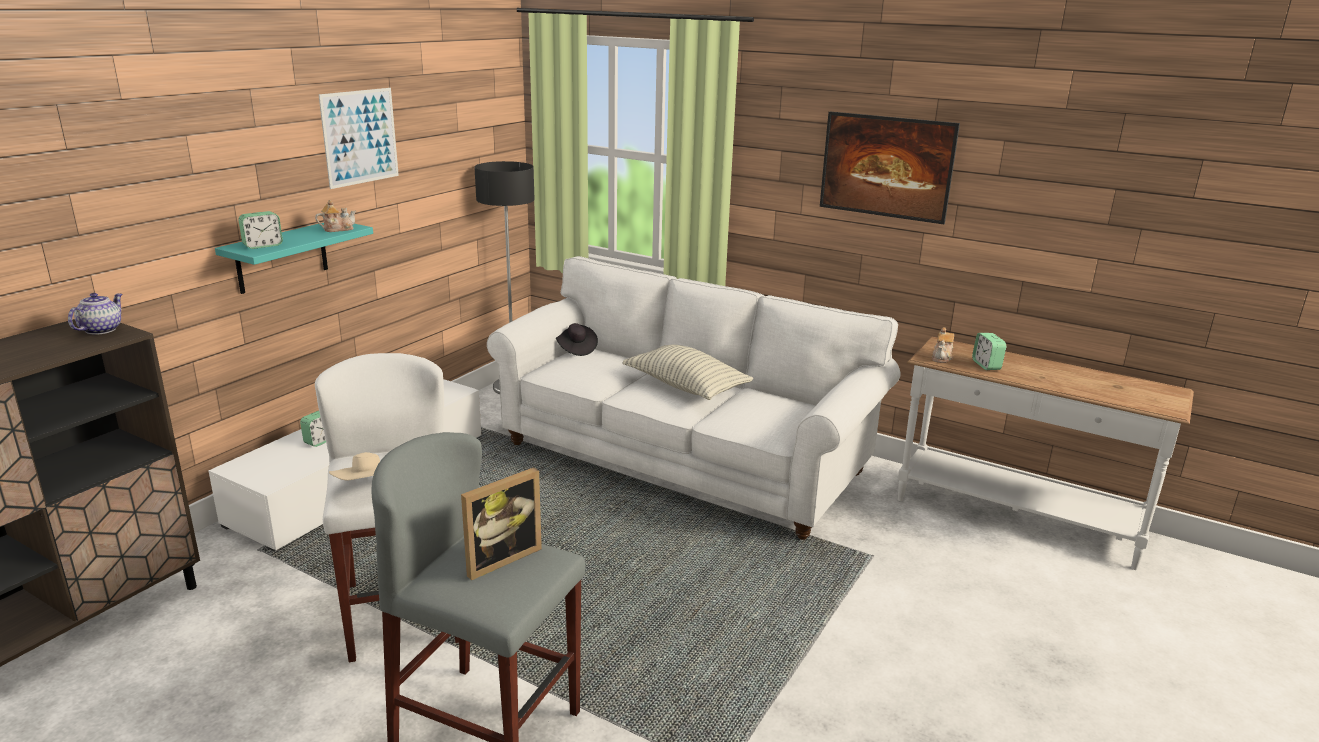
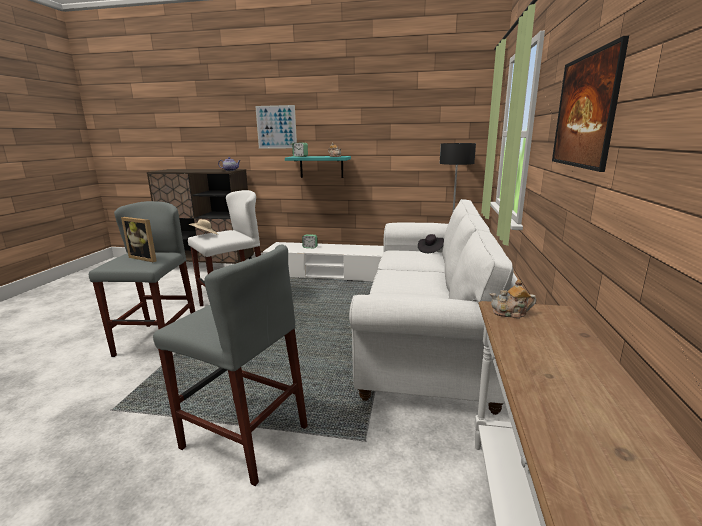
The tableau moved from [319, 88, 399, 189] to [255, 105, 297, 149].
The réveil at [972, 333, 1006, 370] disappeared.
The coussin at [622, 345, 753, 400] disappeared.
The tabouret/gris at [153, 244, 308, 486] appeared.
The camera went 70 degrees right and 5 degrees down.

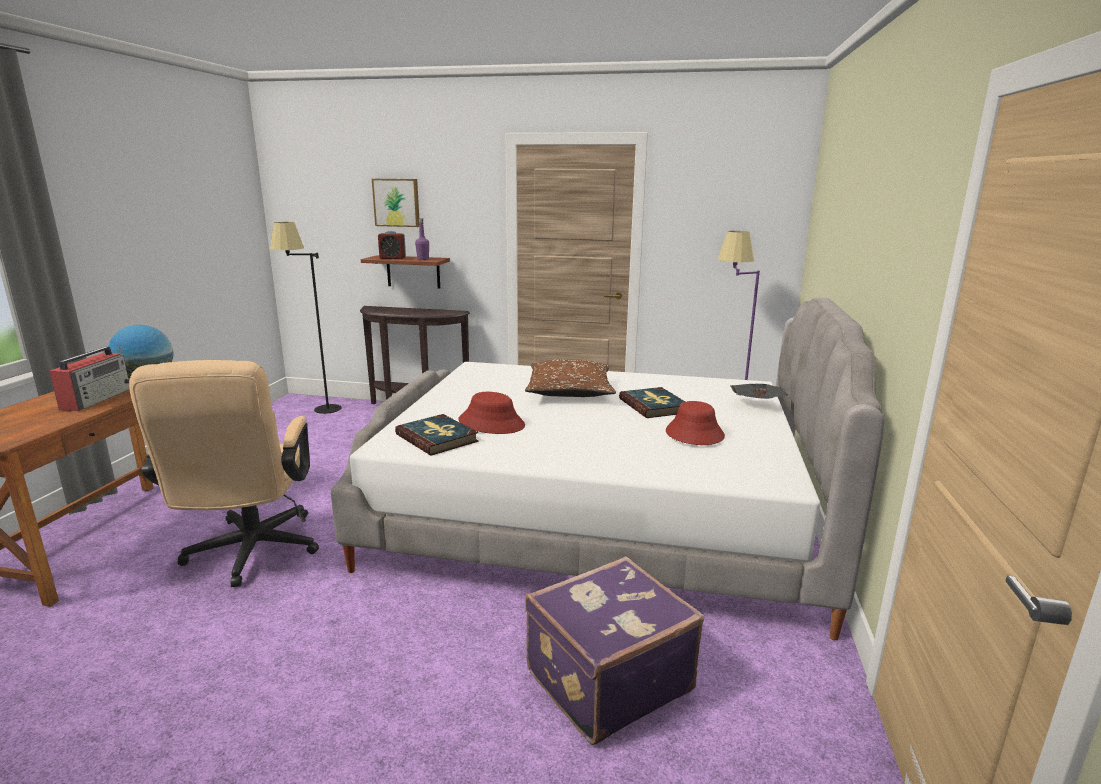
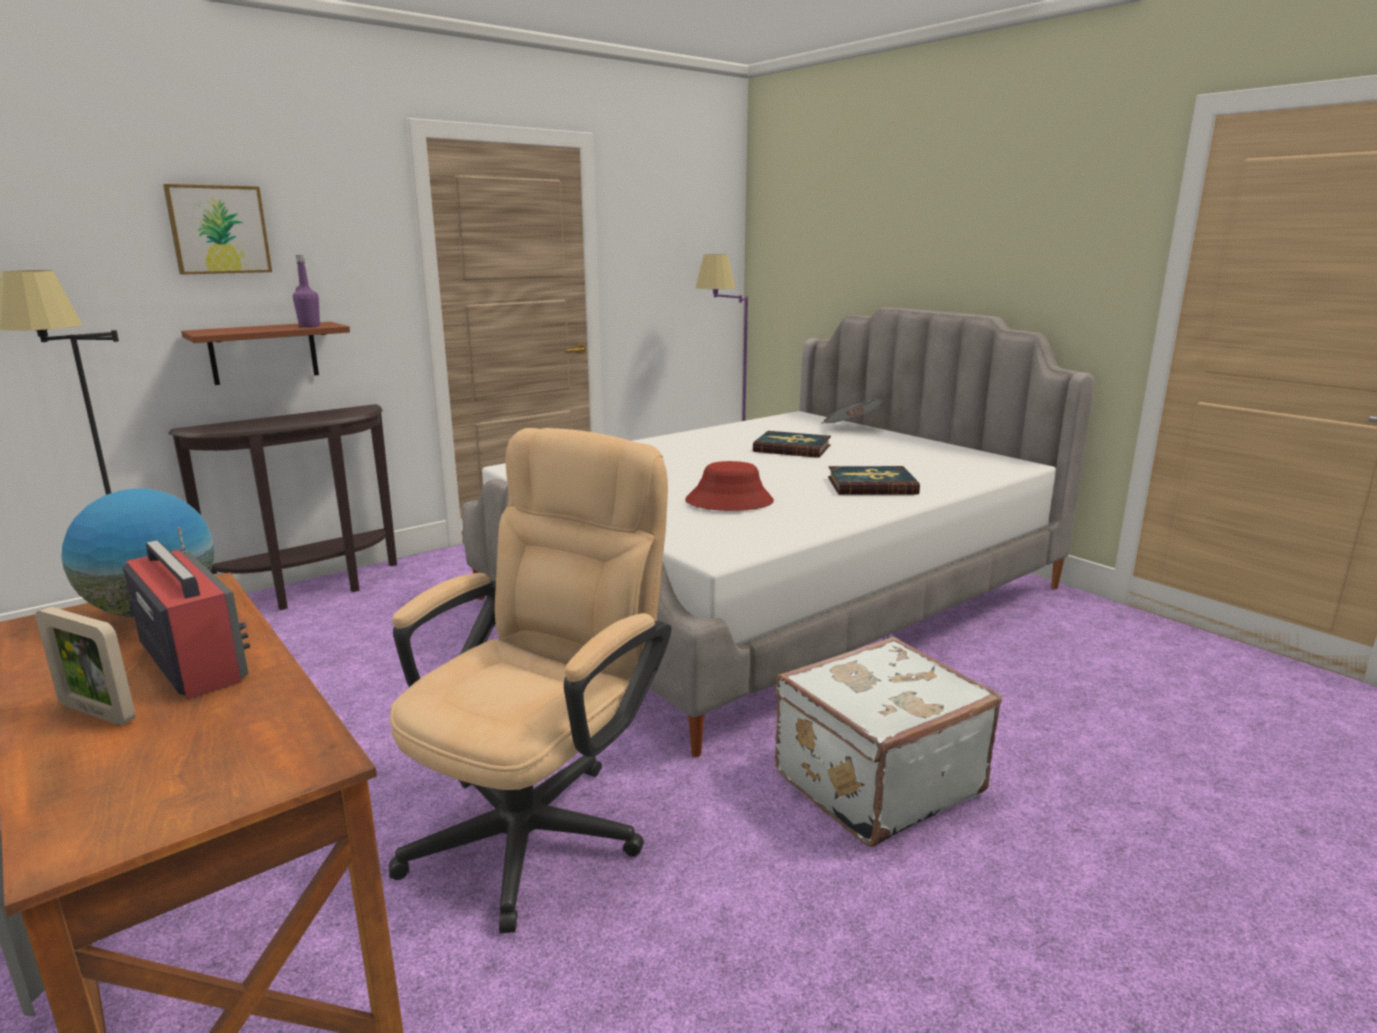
The réveil at [378, 231, 406, 259] disappeared.
The coussin/marron at [525, 359, 616, 397] disappeared.
The chaise de bureau/beige at [129, 360, 319, 587] turned 90 degrees counterclockwise.
The chapeau/rouge at [666, 401, 725, 445] disappeared.
The livre moved from [395, 414, 479, 456] to [828, 466, 920, 495].
The valise/violet at [525, 556, 704, 745] disappeared.
The cadre photo at [35, 607, 135, 725] appeared.
The valise/blanc at [775, 636, 1002, 847] appeared.
The camera went 50 degrees left and 0 degrees up.

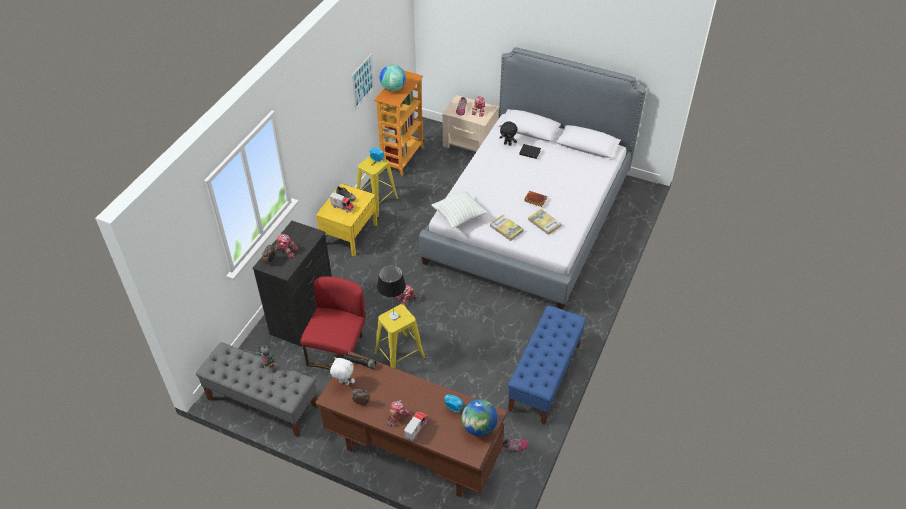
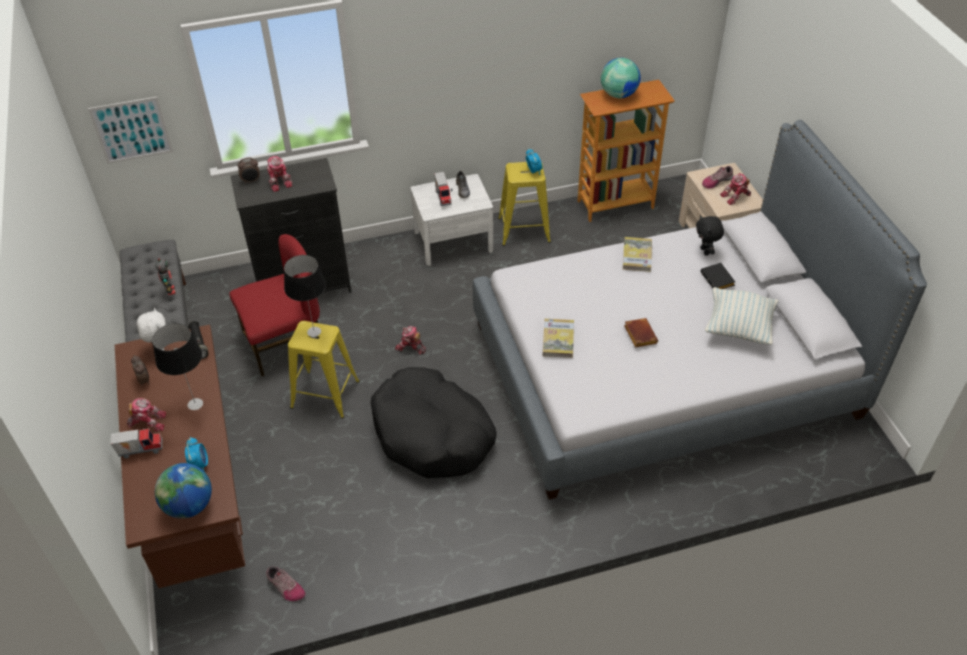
The tableau moved from [351, 53, 375, 110] to [88, 97, 173, 164].
The table de chevet/jaune at [316, 184, 378, 256] became the table de chevet/blanc at [411, 174, 493, 266].
The coussin moved from [432, 190, 487, 228] to [705, 287, 778, 345].
The livre moved from [528, 209, 562, 235] to [623, 237, 652, 272].
The banc/bleu at [508, 306, 586, 425] disappeared.
The lampe de table at [152, 323, 203, 410] appeared.
The panier pour chien/noir at [371, 367, 497, 478] appeared.
The camera went 50 degrees right and 0 degrees up.

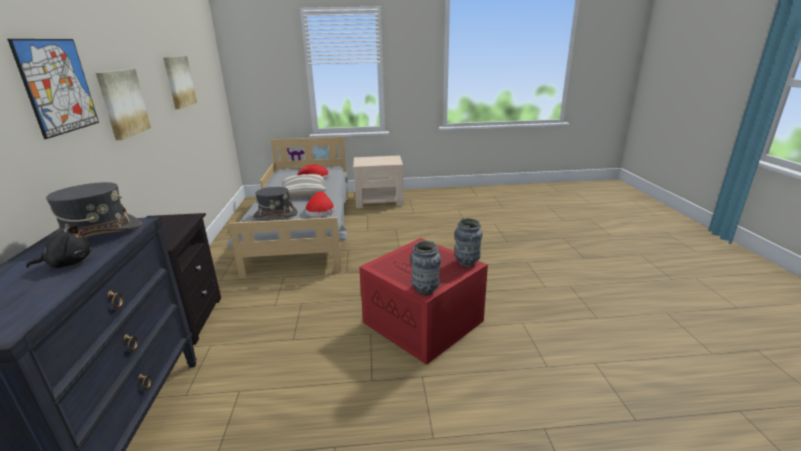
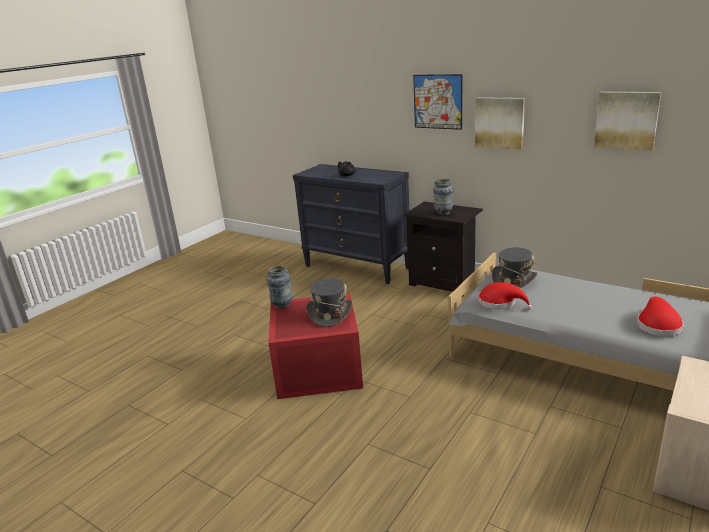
The coussin at [282, 174, 326, 197] disappeared.
The chapeau/gris moved from [46, 182, 142, 237] to [306, 278, 353, 327].
The vase moved from [455, 218, 483, 267] to [433, 179, 453, 215].
The camera went 130 degrees right and 0 degrees up.

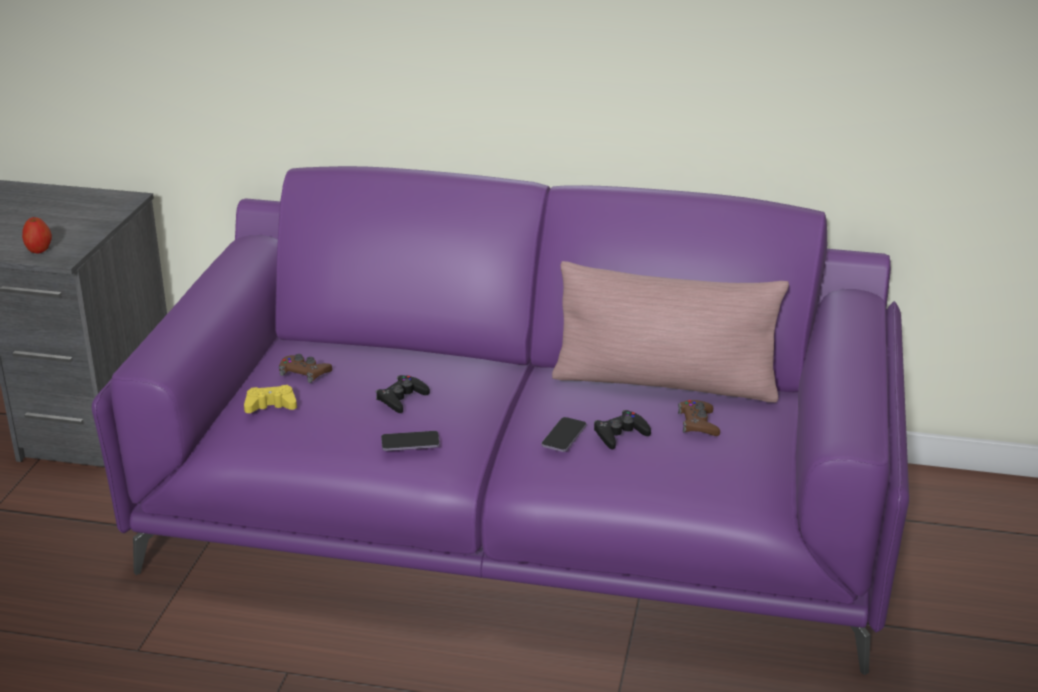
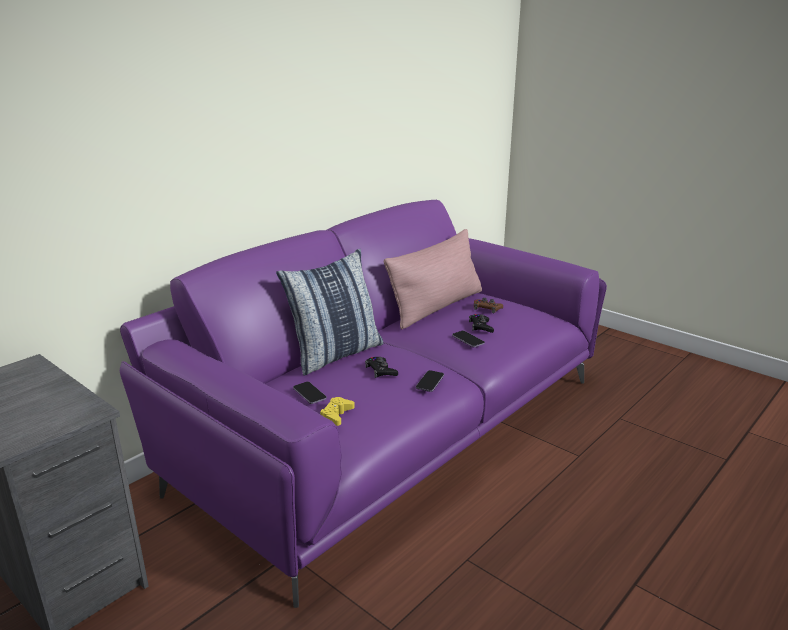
The pomme at [22, 217, 52, 253] disappeared.
The manette/marron at [279, 354, 332, 383] was replaced by the téléphone at [293, 382, 327, 404].
The coussin at [276, 249, 383, 375] appeared.
The camera went 60 degrees left and 5 degrees down.

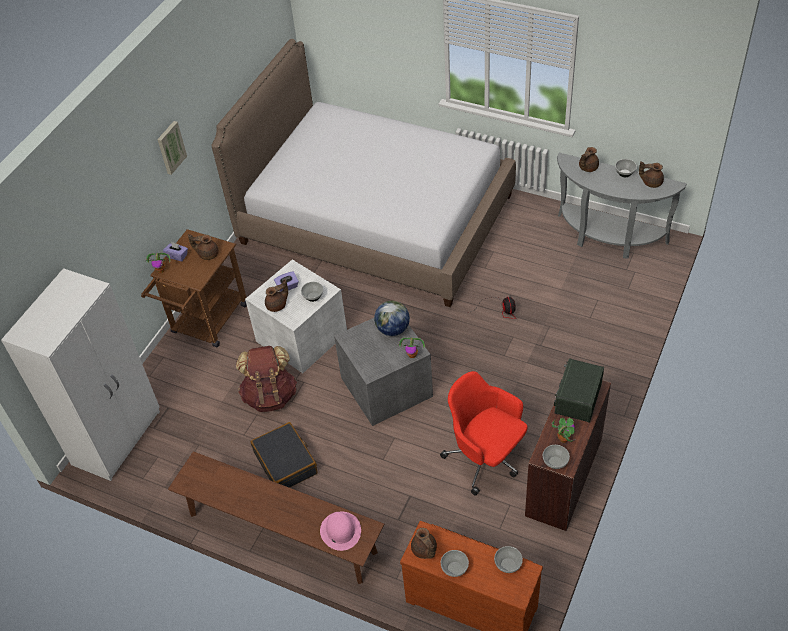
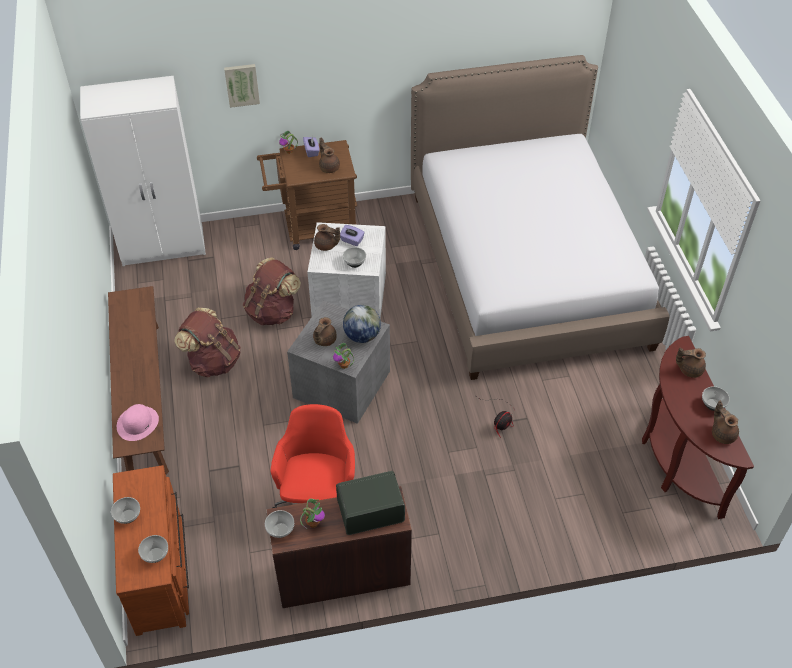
The tableau moved from [157, 121, 187, 175] to [224, 64, 260, 108].
The table console/gris at [557, 153, 687, 259] became the table console/marron at [642, 336, 754, 519].
The valise/noir at [251, 422, 318, 488] was replaced by the sac à dos/marron at [174, 308, 241, 378].
The théière/marron moved from [411, 528, 437, 559] to [313, 317, 337, 346].
The camera went 50 degrees right and 0 degrees up.

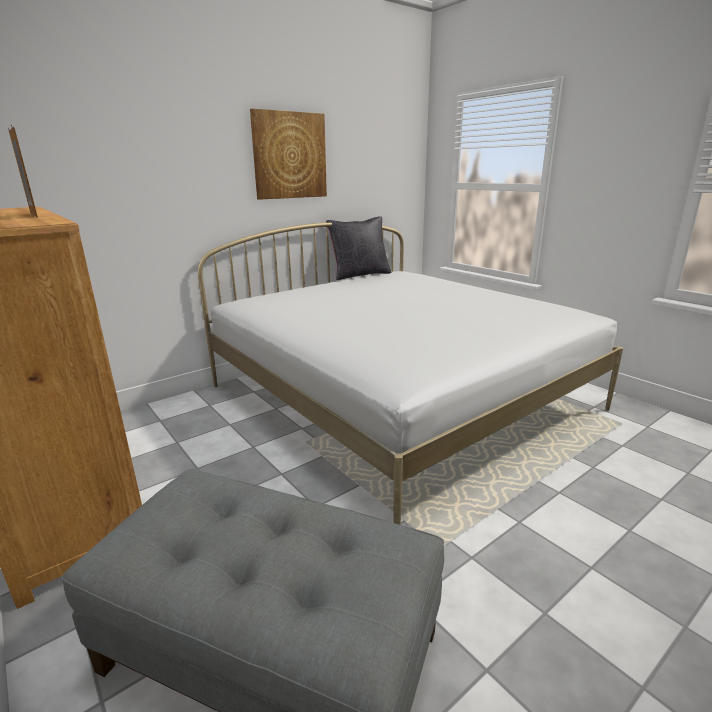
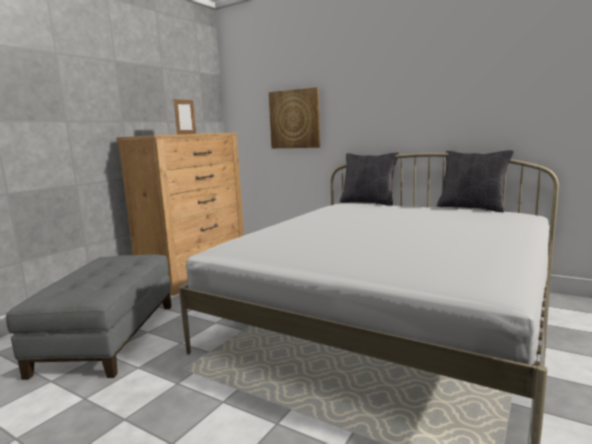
The tableau moved from [250, 108, 327, 200] to [269, 87, 321, 148].
The coussin/noir at [340, 153, 399, 206] appeared.
The camera went 70 degrees right and 10 degrees down.

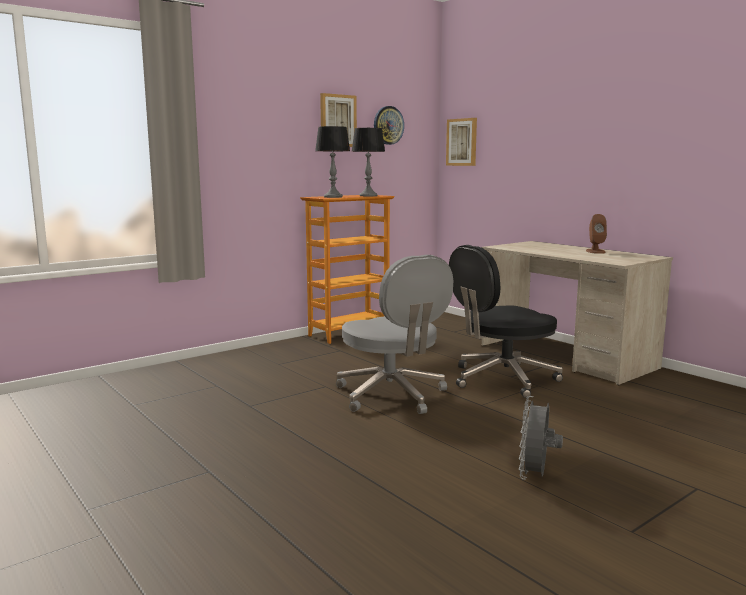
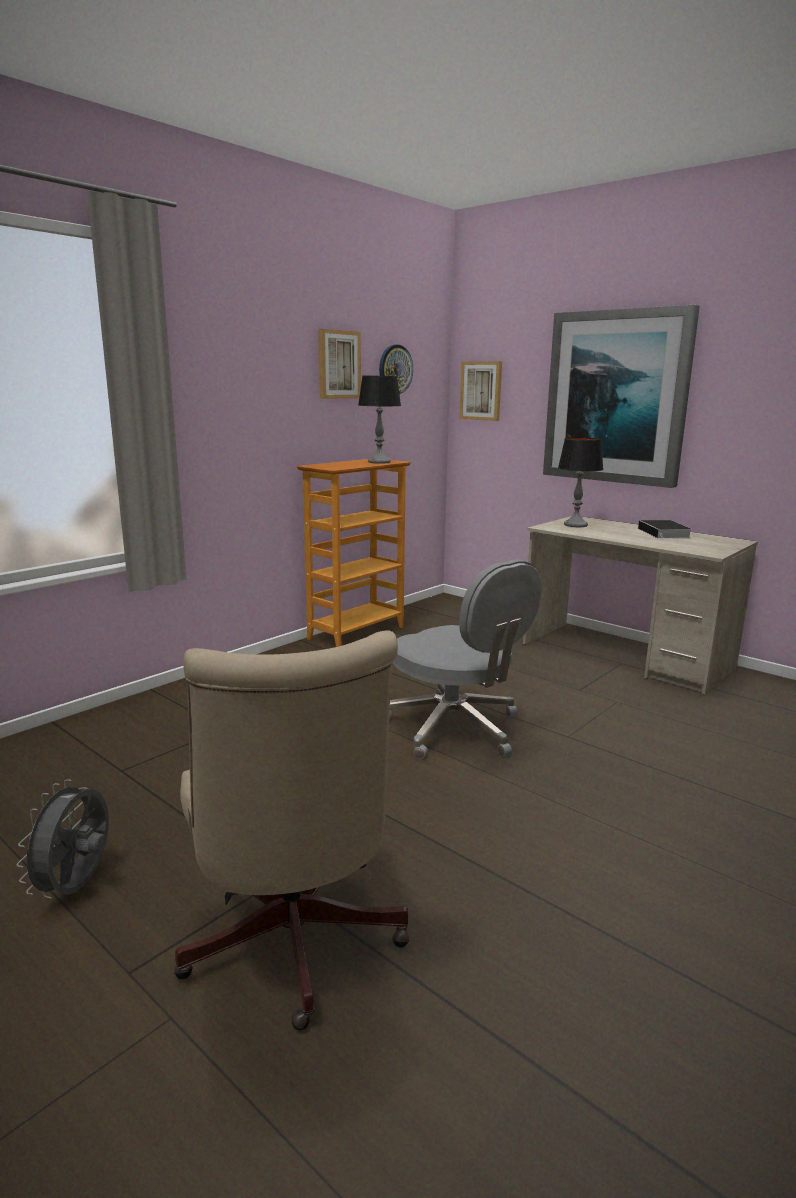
The lampe de table moved from [315, 126, 350, 198] to [558, 437, 603, 527].
The enceinte/marron at [586, 214, 607, 254] was replaced by the livre at [638, 520, 691, 540].
The chaise de bureau/noir at [449, 245, 563, 398] disappeared.
The ventilateur/gris moved from [519, 396, 563, 480] to [16, 779, 109, 899].
The tableau at [543, 305, 700, 488] appeared.
The chaise de bureau/beige at [174, 630, 409, 1030] appeared.
The camera went 10 degrees left and 5 degrees up.

